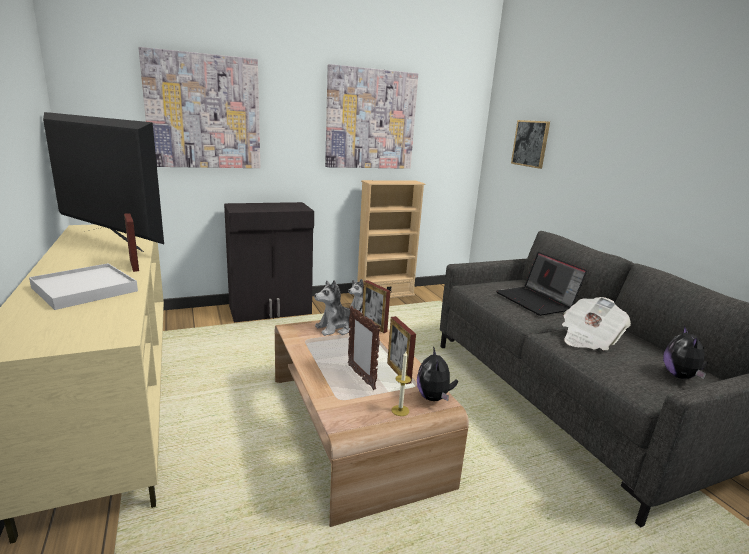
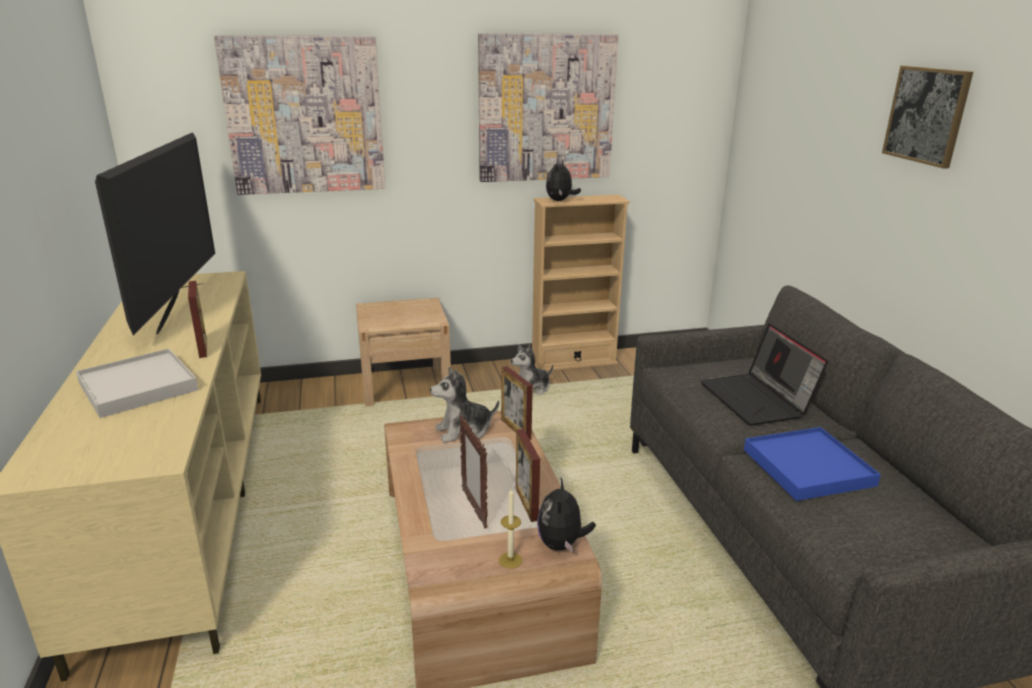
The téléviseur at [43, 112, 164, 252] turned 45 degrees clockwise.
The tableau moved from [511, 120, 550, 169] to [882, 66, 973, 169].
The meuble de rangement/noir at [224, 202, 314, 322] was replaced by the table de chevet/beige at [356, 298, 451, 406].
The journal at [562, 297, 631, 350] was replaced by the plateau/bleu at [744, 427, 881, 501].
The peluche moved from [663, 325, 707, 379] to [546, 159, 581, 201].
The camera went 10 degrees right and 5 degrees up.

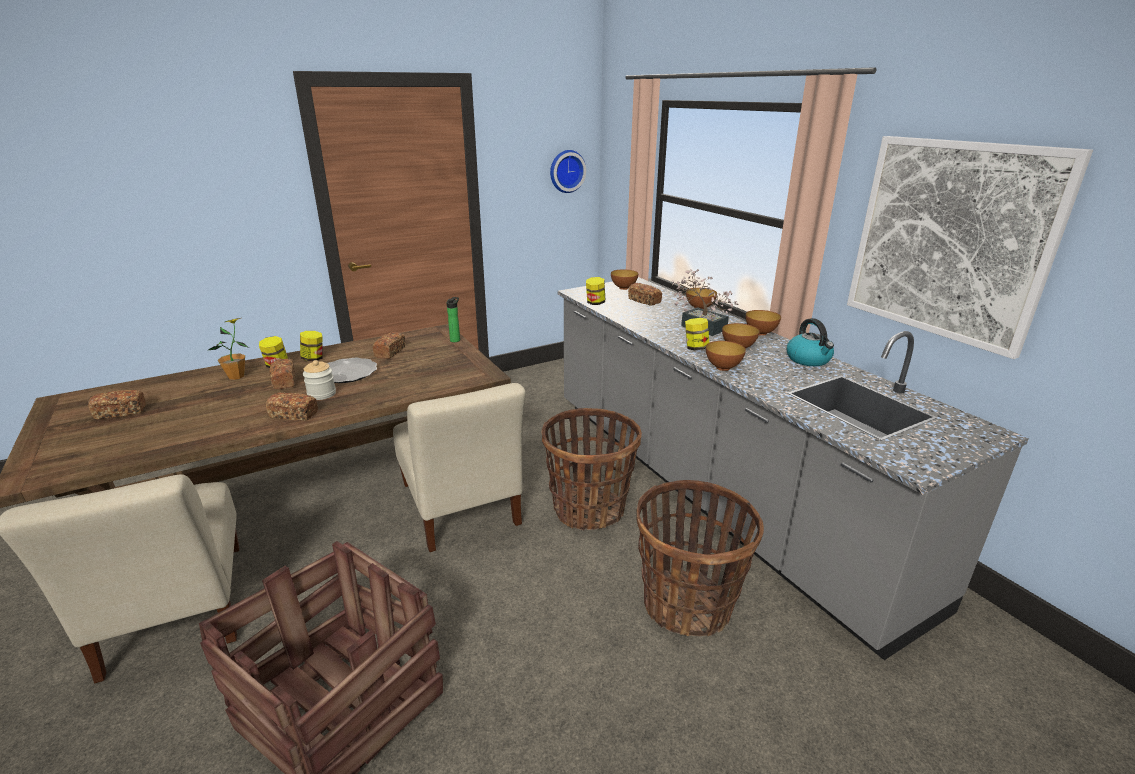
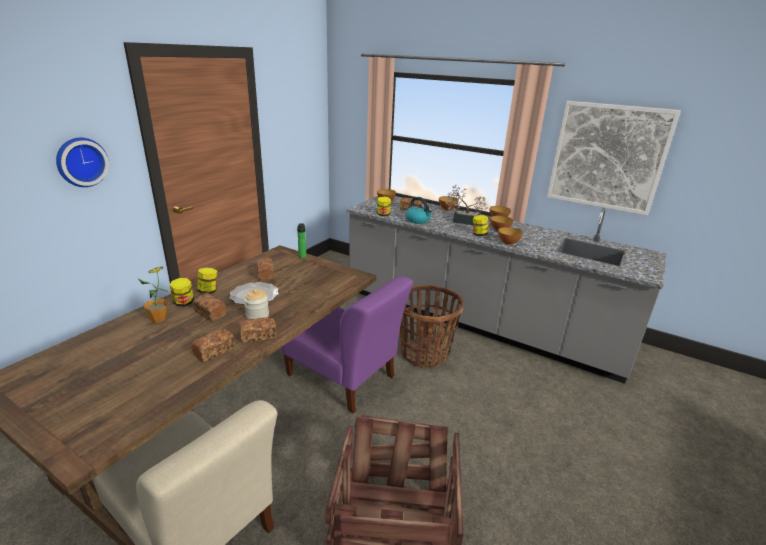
The horloge murale moved from [550, 150, 586, 193] to [56, 138, 109, 187].
The bouilloire moved from [787, 318, 834, 366] to [406, 197, 432, 224].
The chaise/beige at [393, 383, 526, 552] became the chaise/violet at [282, 276, 413, 414].
The pain moved from [88, 390, 146, 419] to [191, 329, 235, 362].
The panier at [636, 480, 764, 637] disappeared.
The camera went 30 degrees left and 0 degrees up.

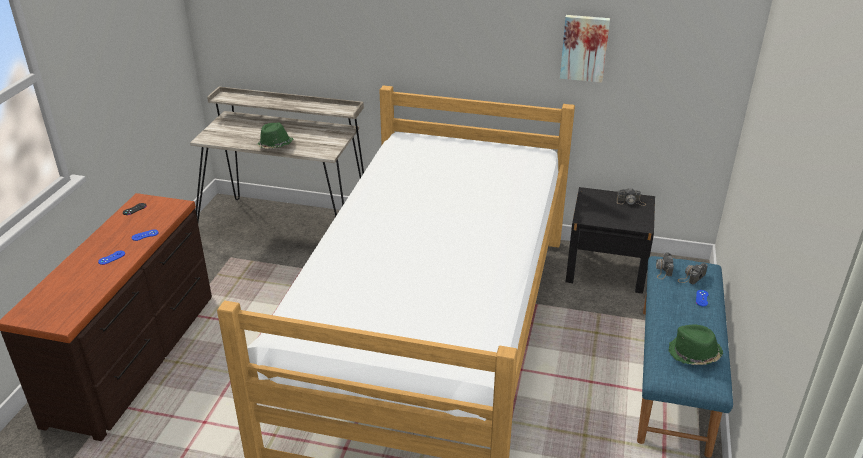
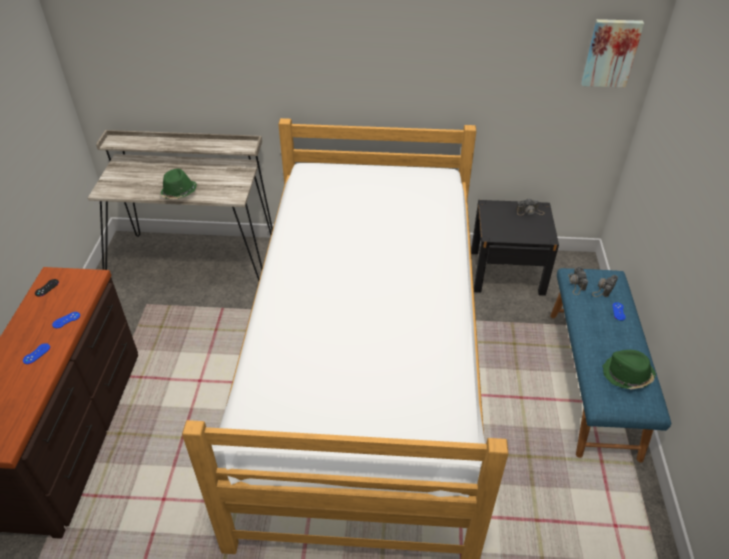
The tableau moved from [560, 15, 610, 83] to [581, 19, 644, 87].
The camera went 10 degrees left and 10 degrees up.

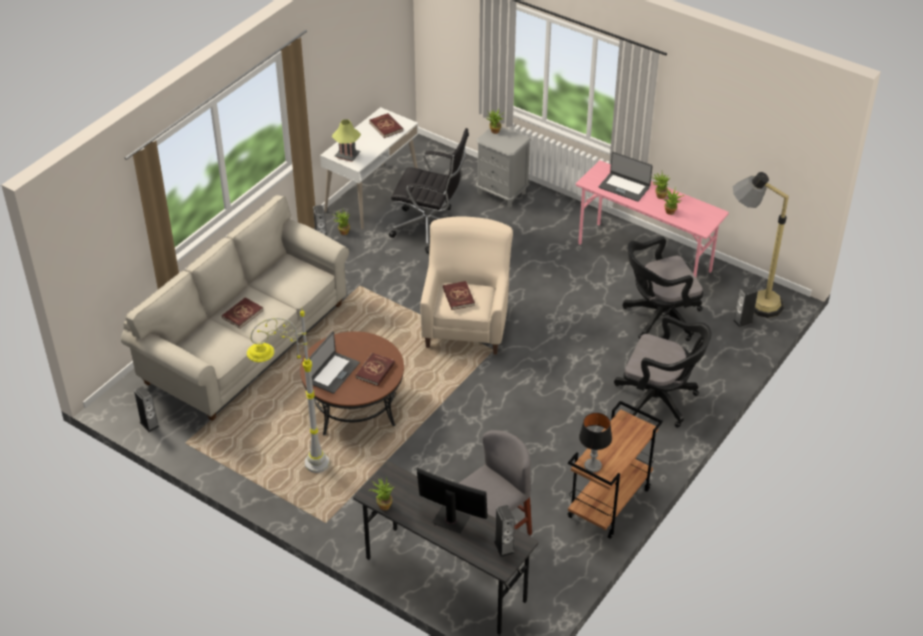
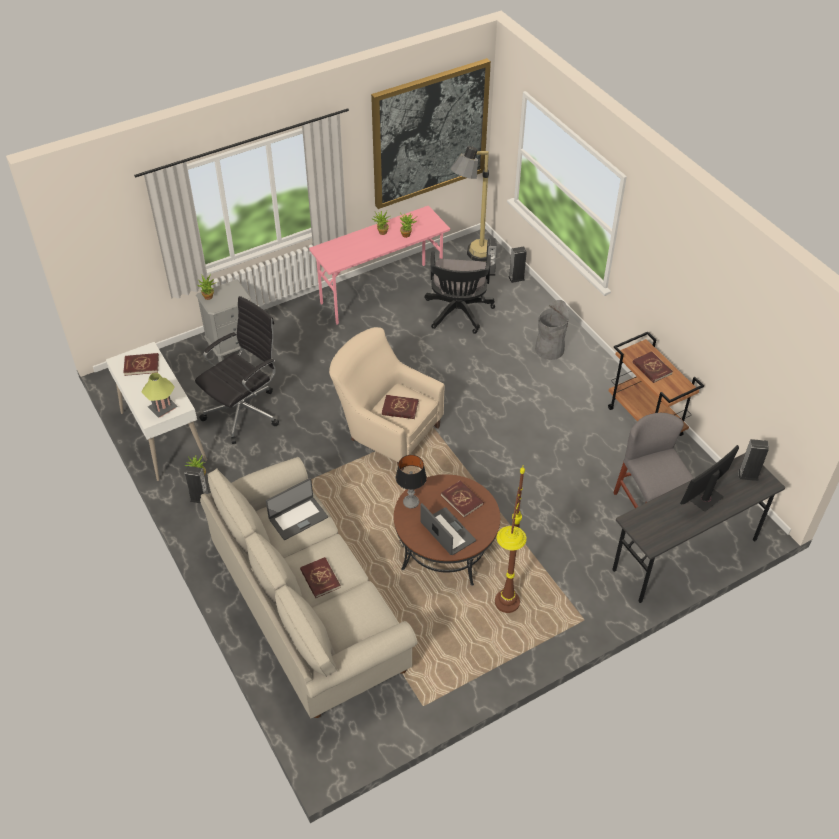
The ordinateur portable moved from [599, 152, 653, 202] to [266, 478, 328, 540].
The lampadaire/gris at [247, 310, 330, 473] became the lampadaire/marron at [495, 465, 527, 613].
The chaise de bureau/noir at [614, 315, 712, 428] was replaced by the poubelle/gris at [535, 300, 569, 360].
The enceinte moved from [134, 386, 159, 432] to [508, 246, 527, 283].
The lampe de table moved from [579, 413, 612, 472] to [396, 455, 427, 508].
The plante en pot at [369, 477, 394, 510] disappeared.
The tableau at [371, 58, 491, 209] appeared.
The livre/rouge at [633, 351, 673, 383] appeared.
The camera went 65 degrees left and 5 degrees up.

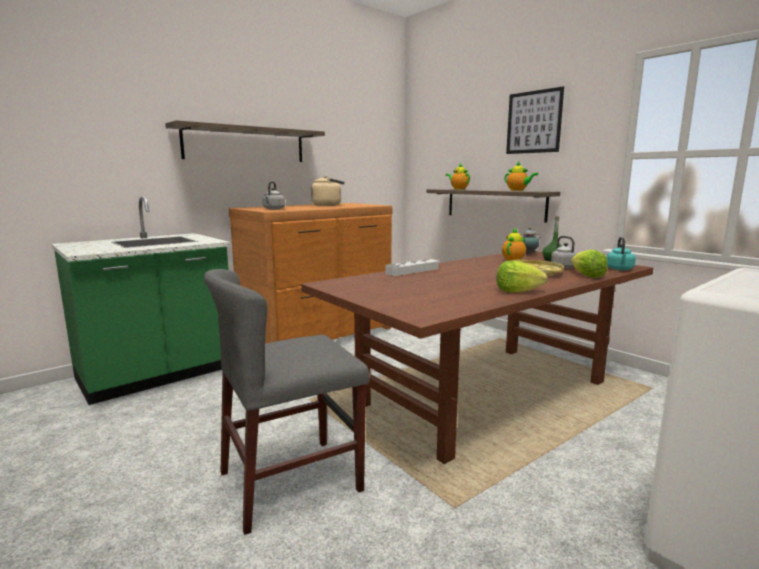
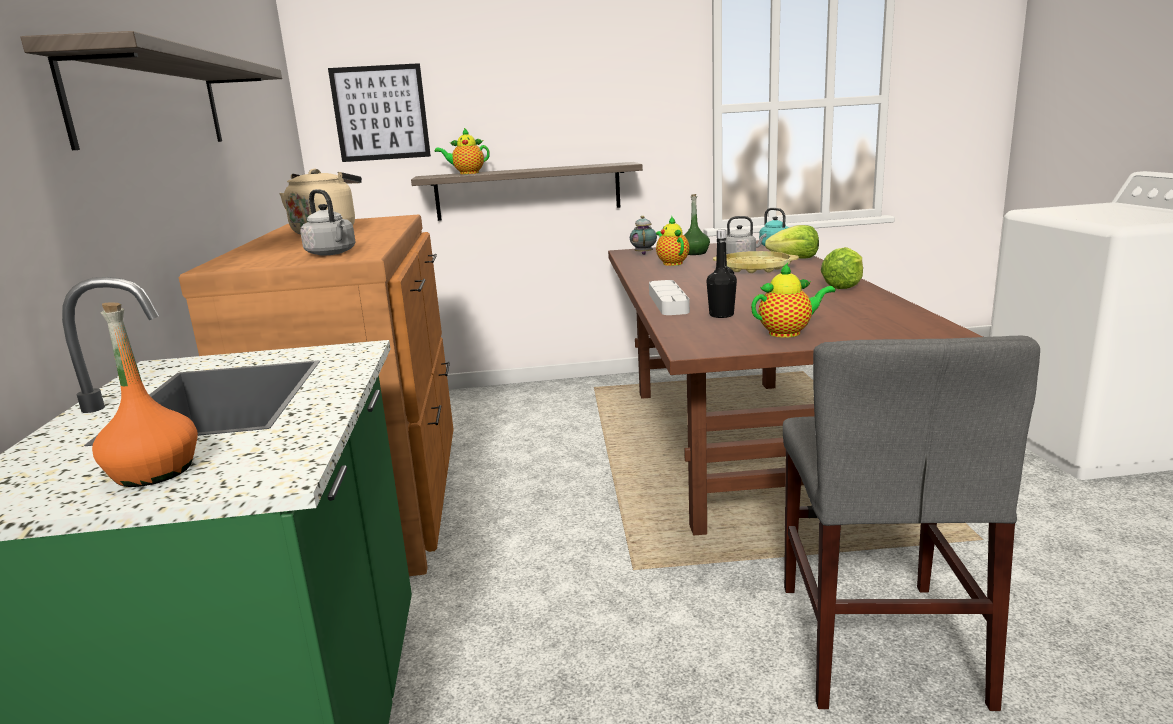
The tableau moved from [506, 86, 564, 154] to [328, 63, 431, 162].
The théière moved from [505, 162, 538, 191] to [751, 263, 835, 338].
The bouteille/noir at [707, 230, 737, 318] appeared.
The bouteille/orange at [92, 302, 198, 487] appeared.
The camera went 55 degrees left and 5 degrees up.

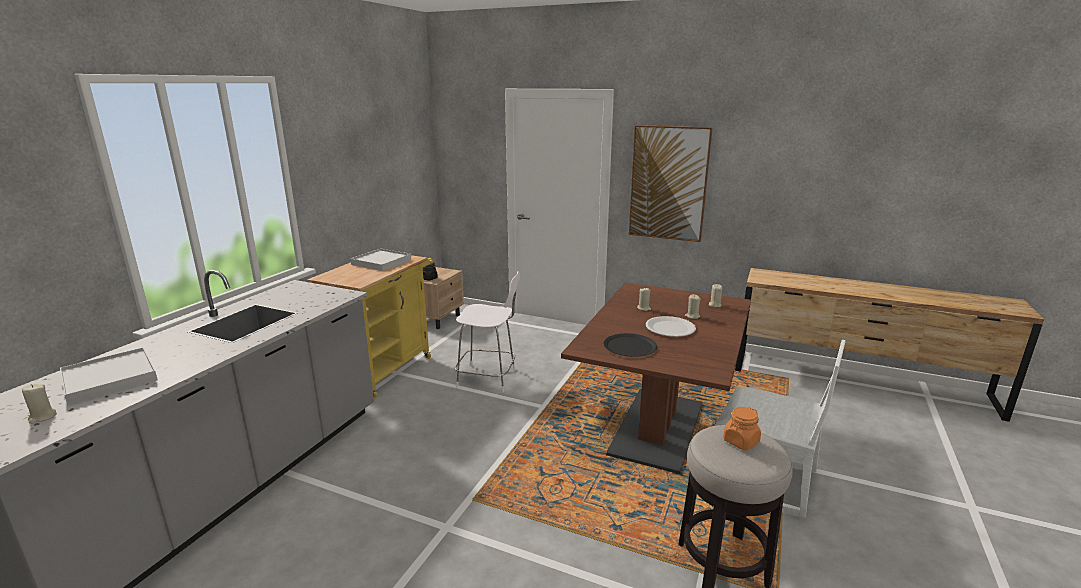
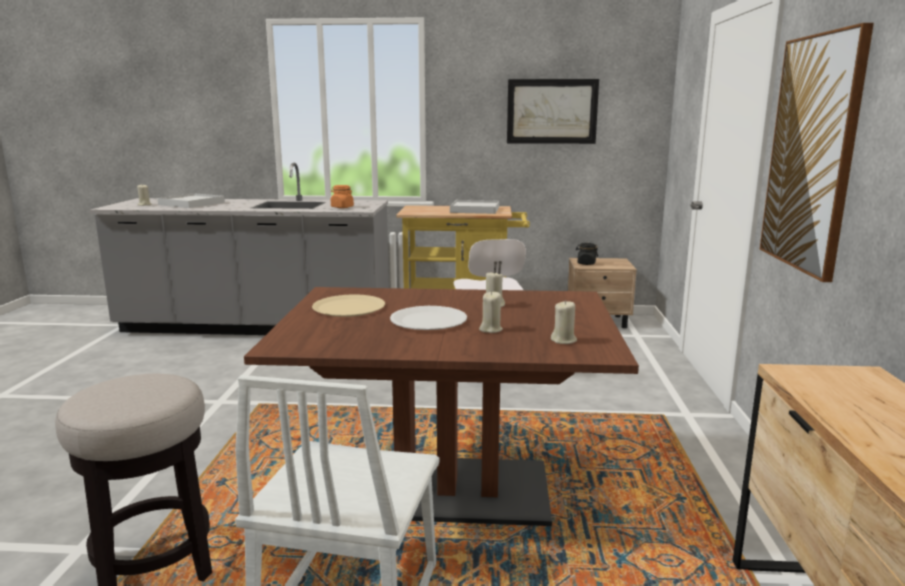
The assiette/noir at [604, 333, 657, 357] became the assiette/beige at [312, 294, 385, 317].
The bocal/orange moved from [723, 407, 761, 450] to [331, 185, 354, 208].
The tableau at [507, 79, 599, 144] appeared.
The camera went 70 degrees right and 5 degrees down.

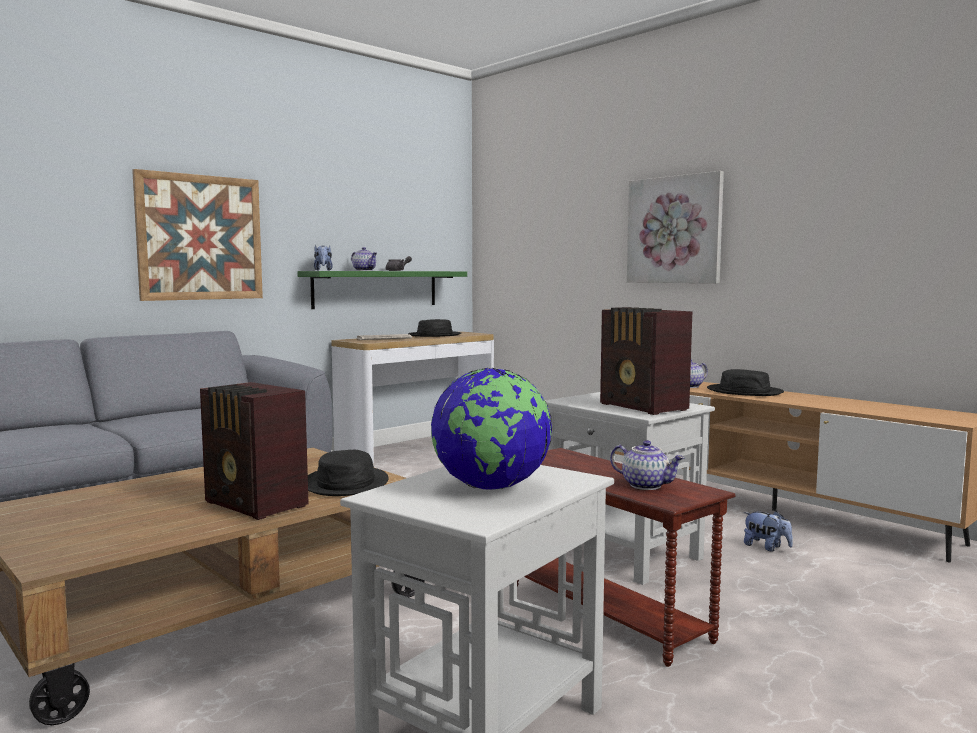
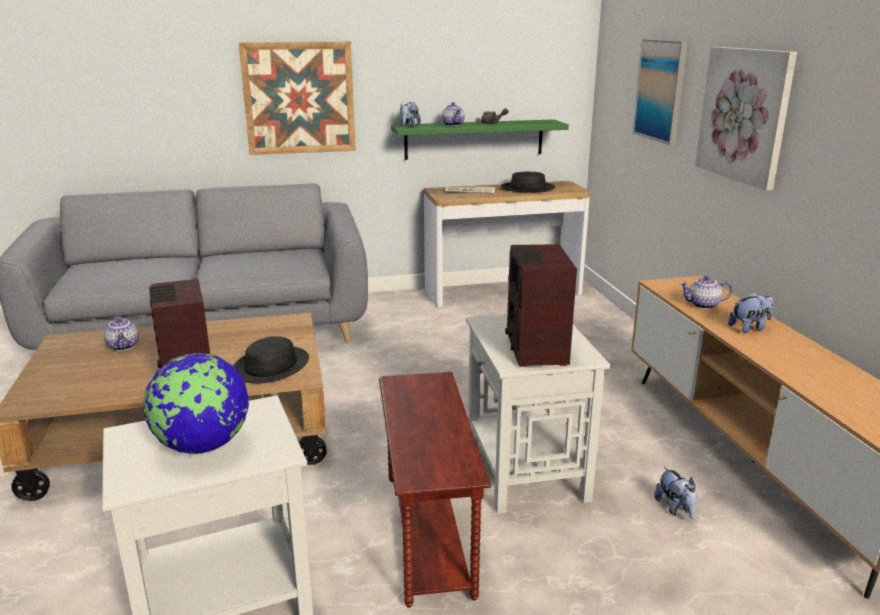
The chapeau/noir at [707, 369, 784, 396] was replaced by the peluche at [728, 292, 774, 333].
The théière moved from [610, 440, 685, 490] to [104, 316, 139, 351].
The tableau at [633, 39, 688, 145] appeared.
The camera went 30 degrees right and 15 degrees up.

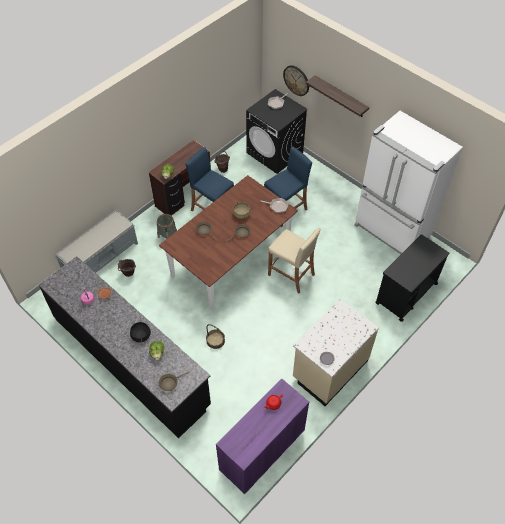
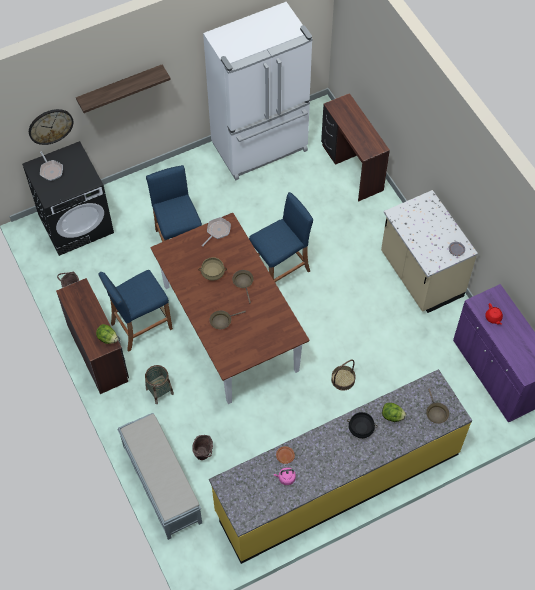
The tabouret/beige at [268, 228, 321, 293] became the tabouret/bleu at [249, 192, 313, 282].
The chariot/noir at [375, 234, 449, 322] was replaced by the bureau/marron at [321, 93, 390, 202].
The comptoir de cuisine/noir at [39, 256, 211, 438] became the comptoir de cuisine/jaune at [209, 369, 472, 564].
The camera went 70 degrees left and 5 degrees up.

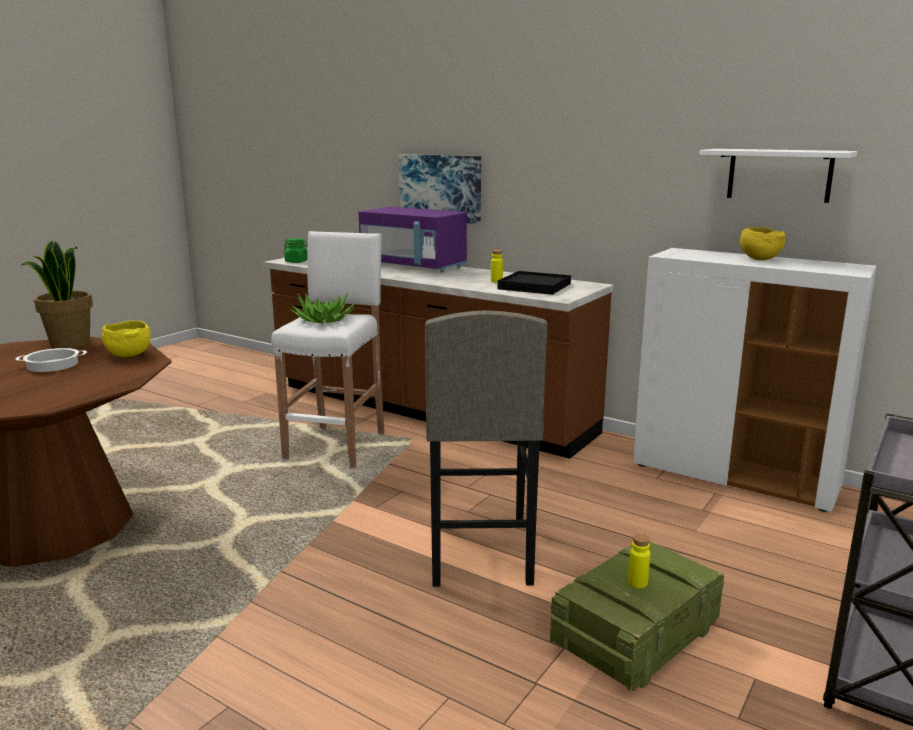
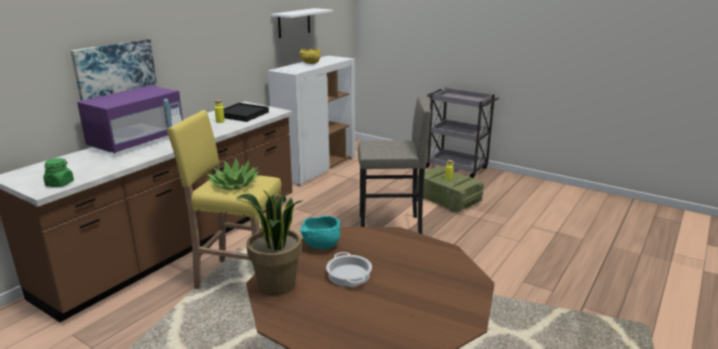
The tabouret/blanc at [271, 231, 384, 469] became the tabouret/jaune at [167, 110, 281, 289].
The bol/jaune at [101, 321, 150, 357] became the bol/turquoise at [300, 215, 340, 249].
The camera went 90 degrees left and 5 degrees up.

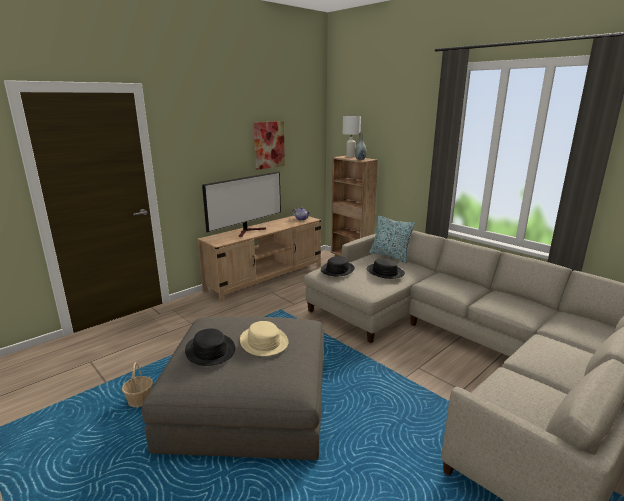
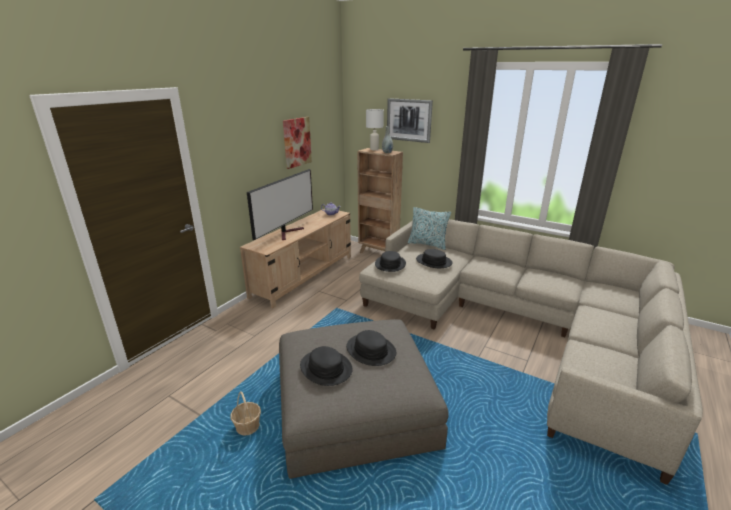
The chapeau/beige at [240, 321, 288, 356] became the chapeau/noir at [346, 330, 396, 366].
The tableau at [387, 98, 433, 143] appeared.
The camera went 15 degrees left and 5 degrees up.

